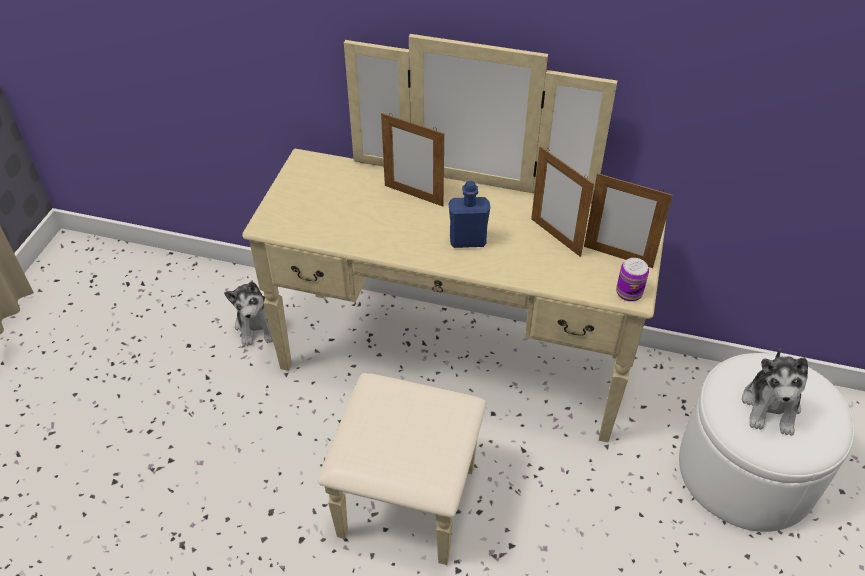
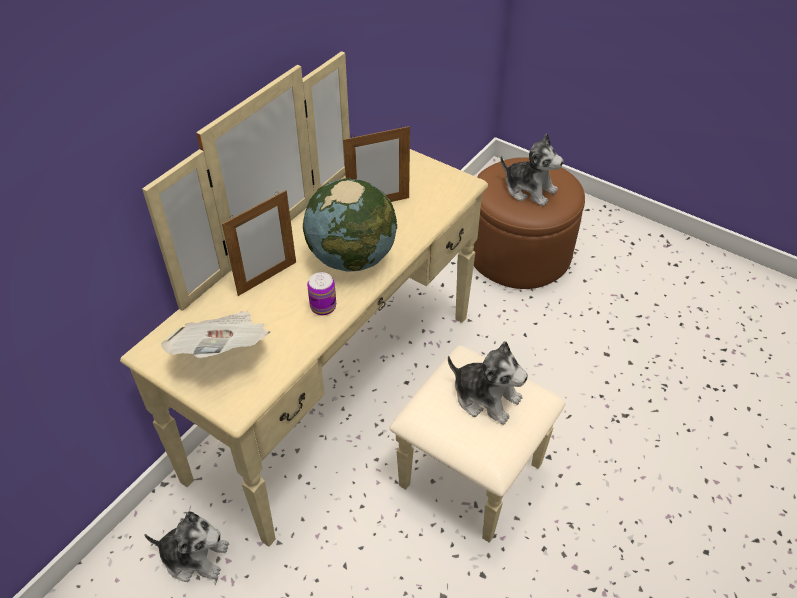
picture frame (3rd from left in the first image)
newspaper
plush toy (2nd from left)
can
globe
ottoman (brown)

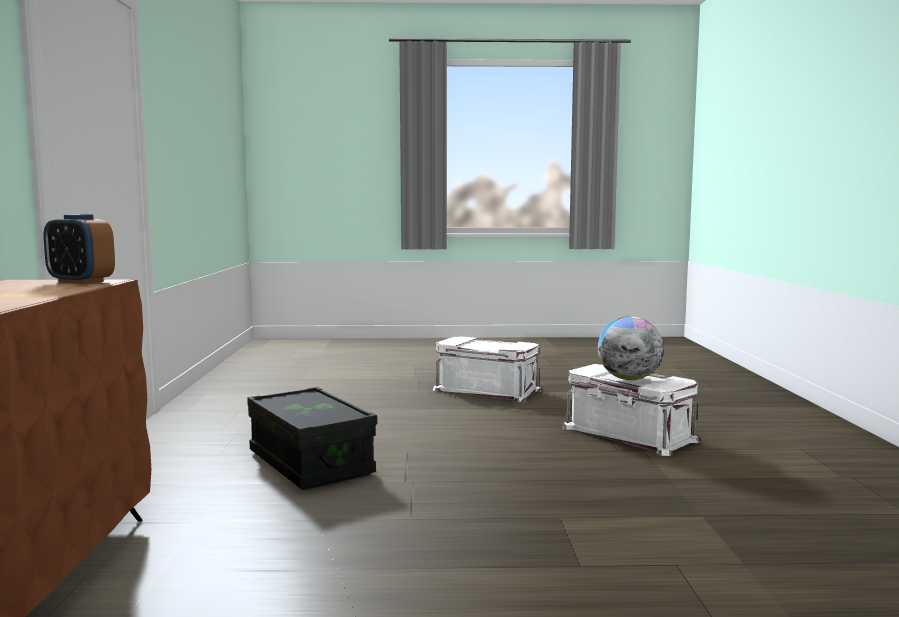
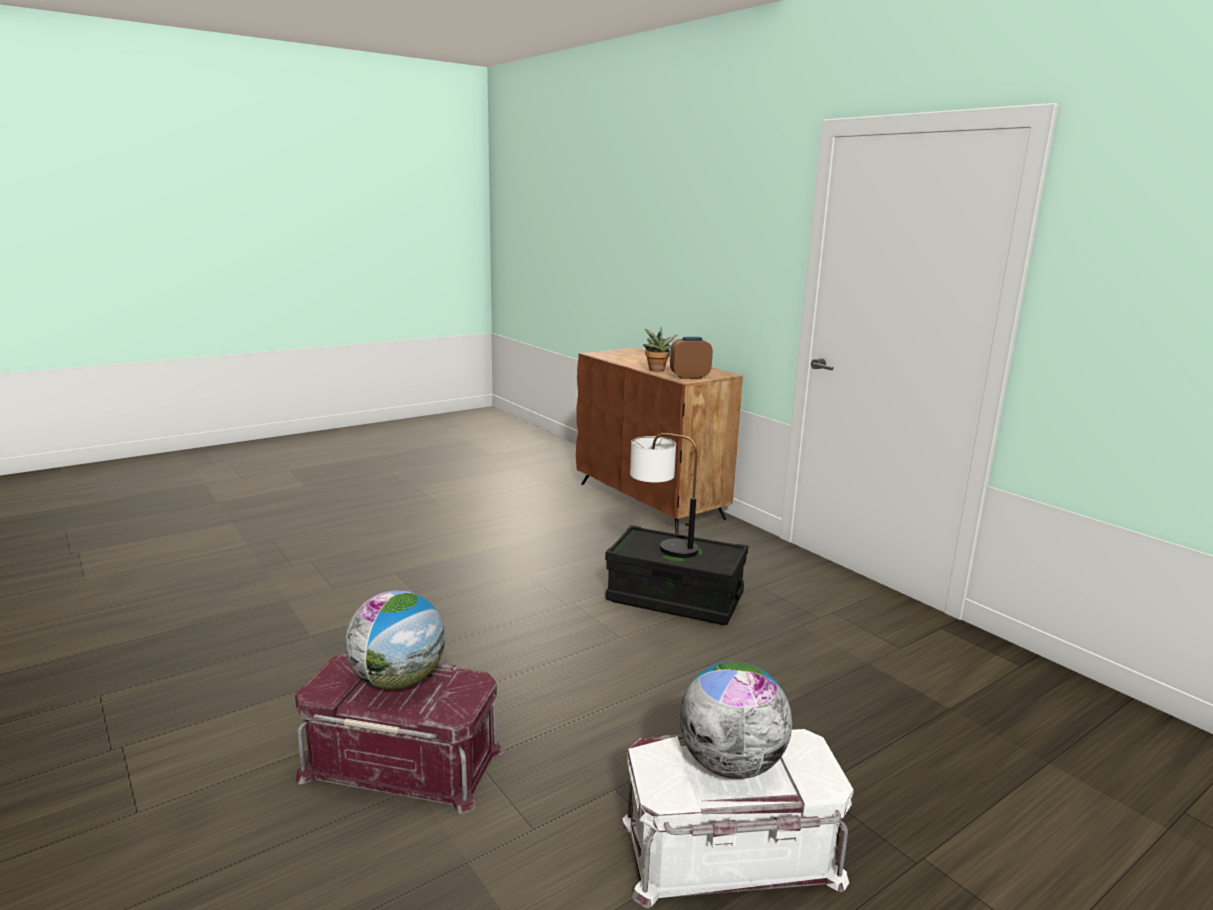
table lamp
potted plant
globe (2nd from left)
storage box (red)

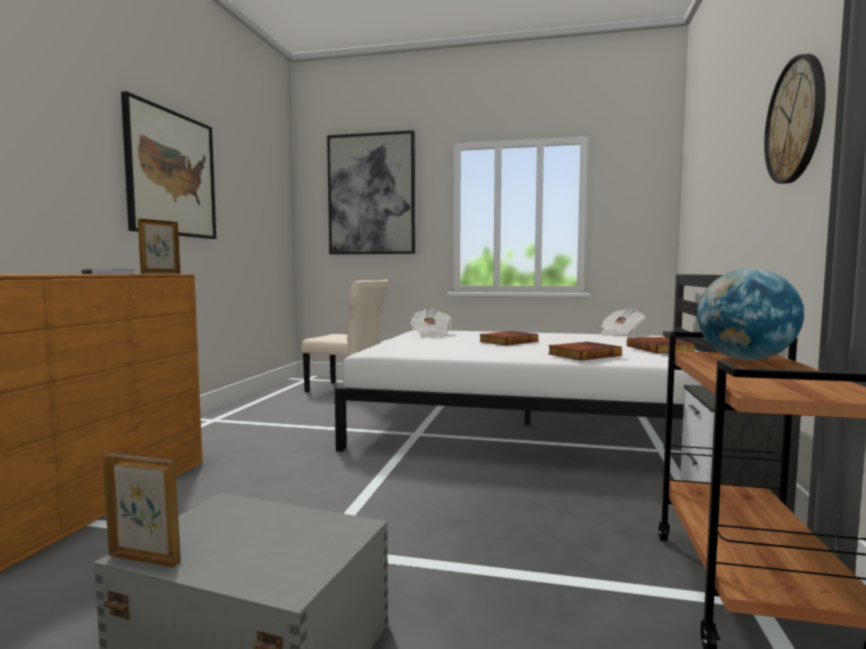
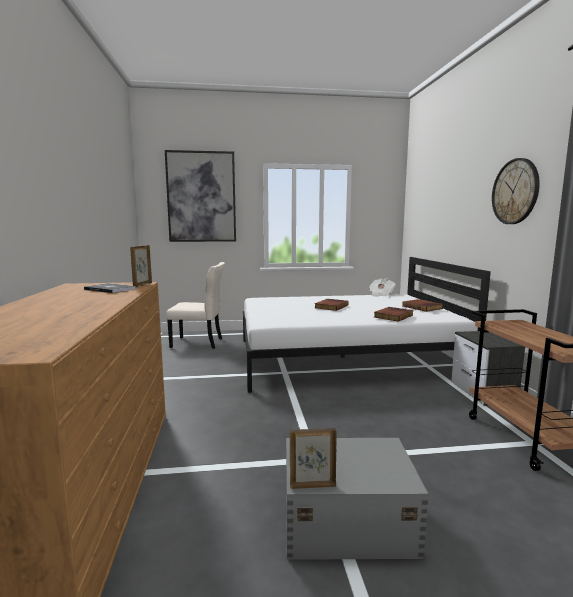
picture (1st from left in the first image)
newspaper (1st from left in the first image)
globe

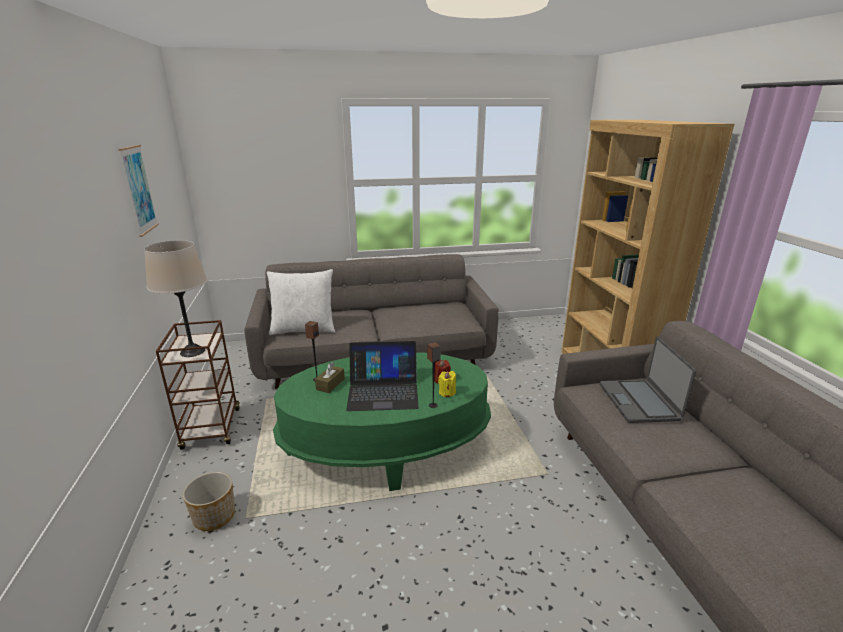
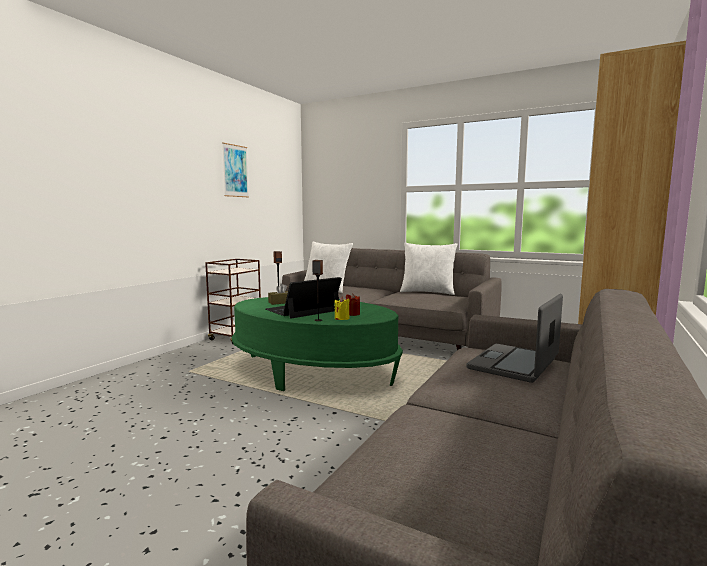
table lamp (beige)
planter
pillow (white) (2nd from left)
laptop (1st from left)

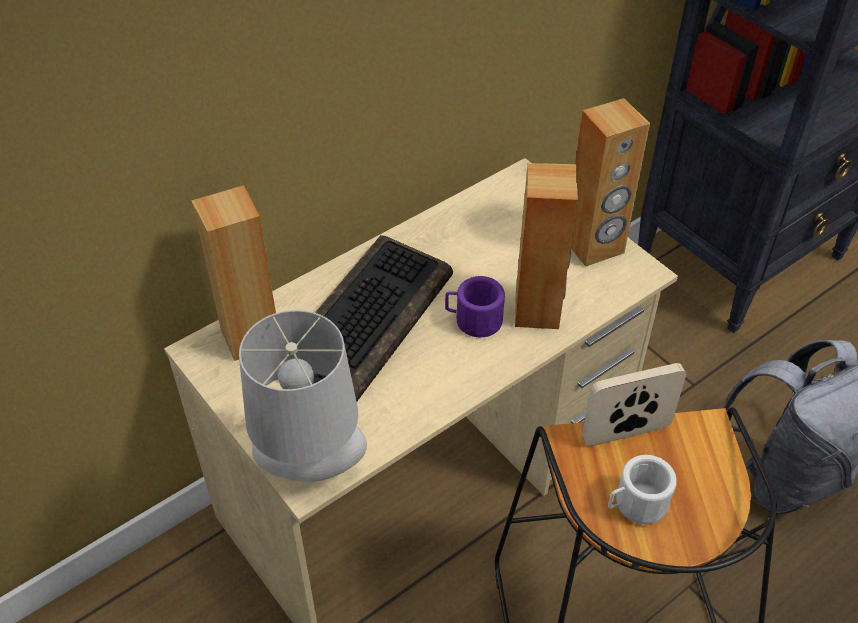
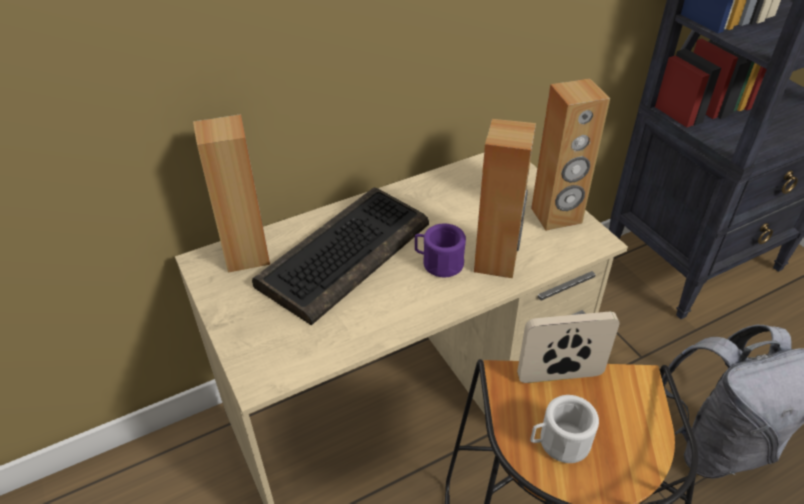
table lamp (grey)

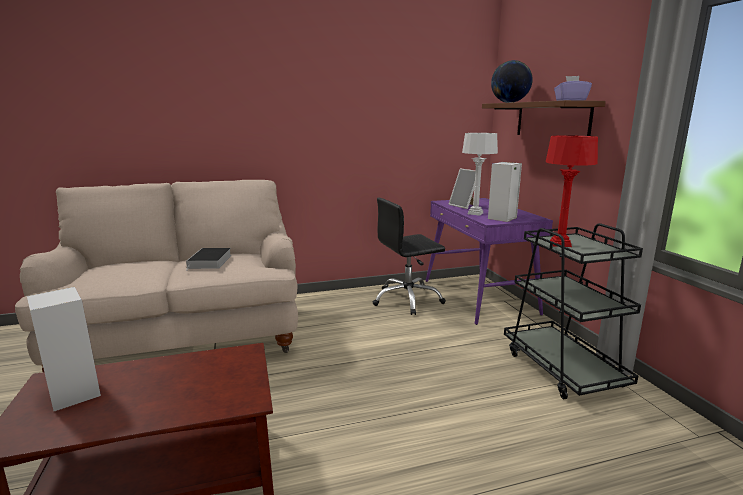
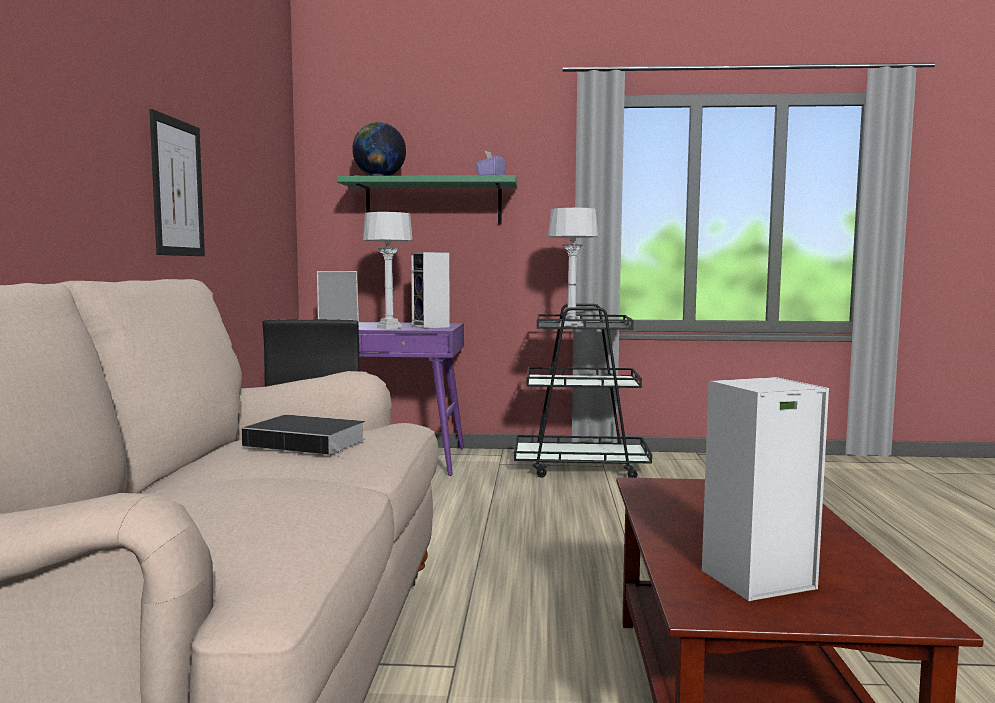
picture
shelf (green)
table lamp (grey) (2nd from left)

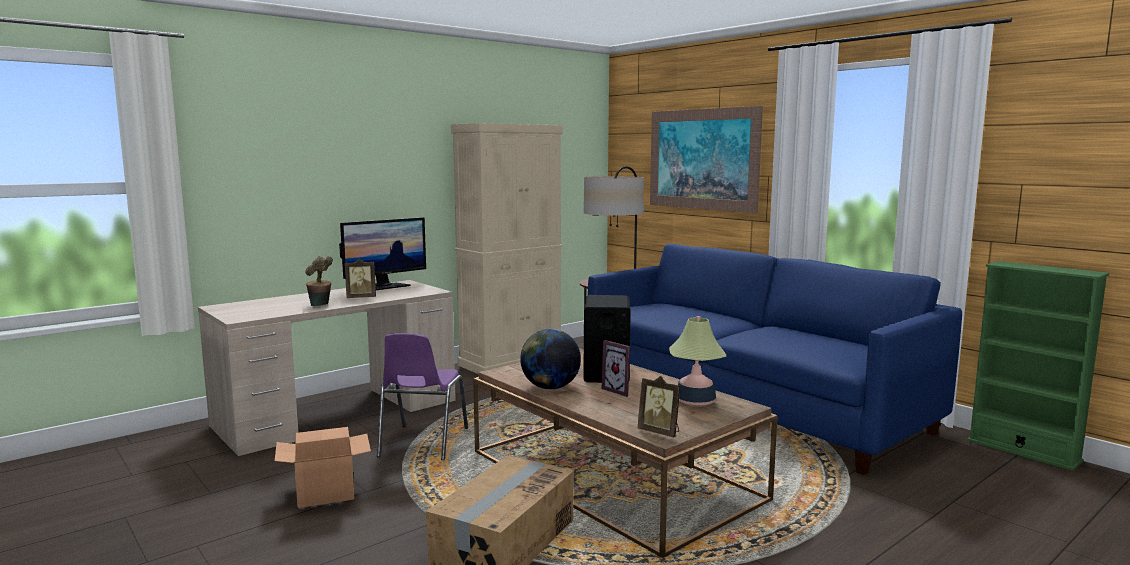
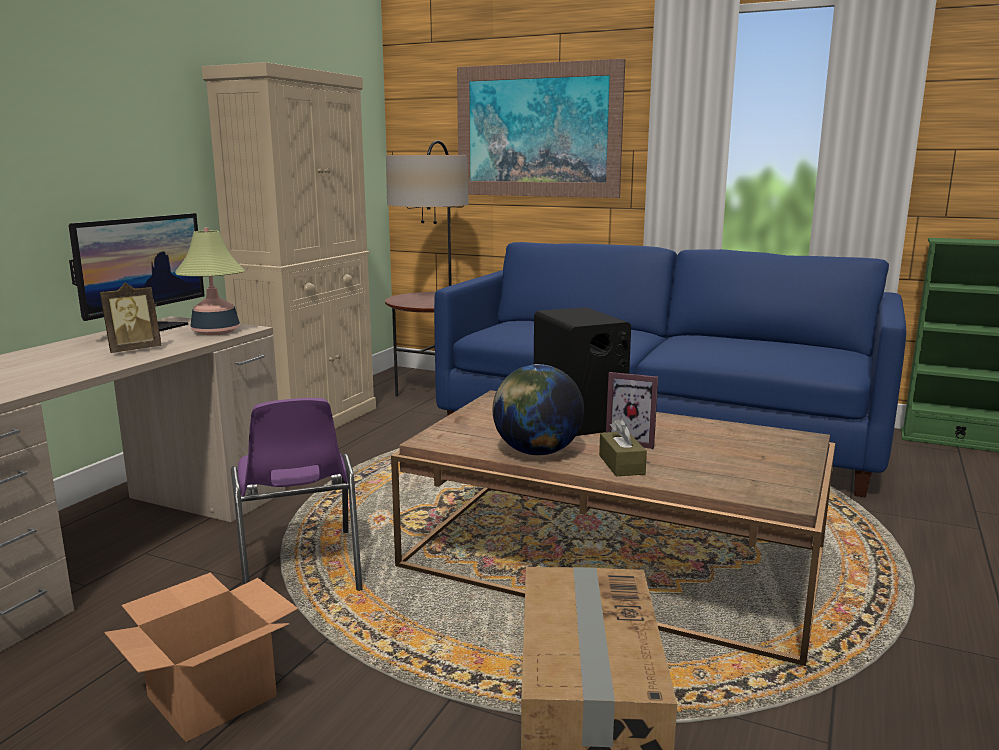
potted plant
picture frame (3rd from left in the first image)
tissue box (brown)
table lamp

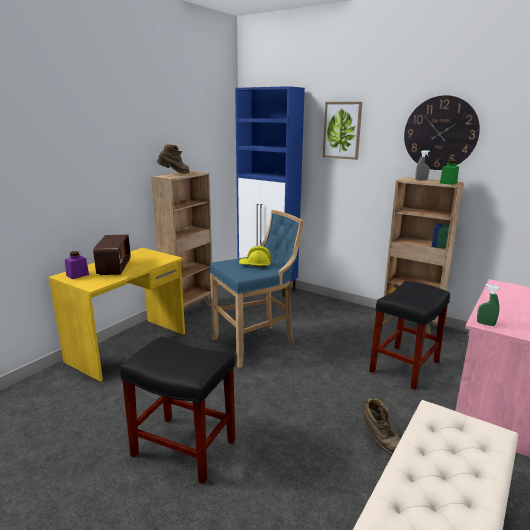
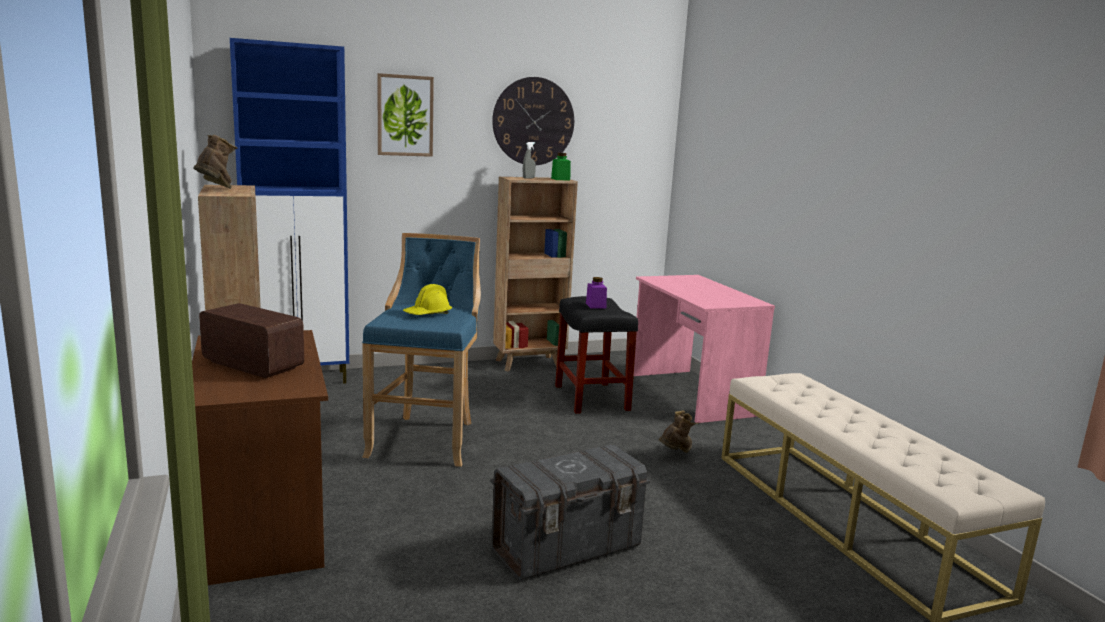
spray bottle (green)
jar (purple)
storage box (grey)
desk (brown)
boot (brown) (2nd from left)

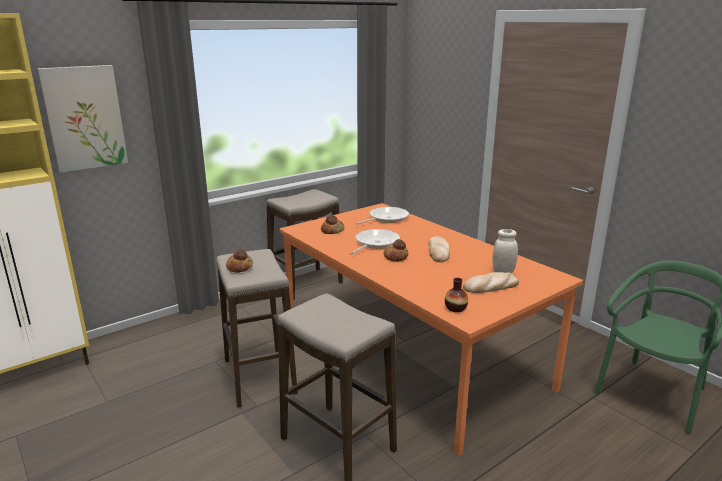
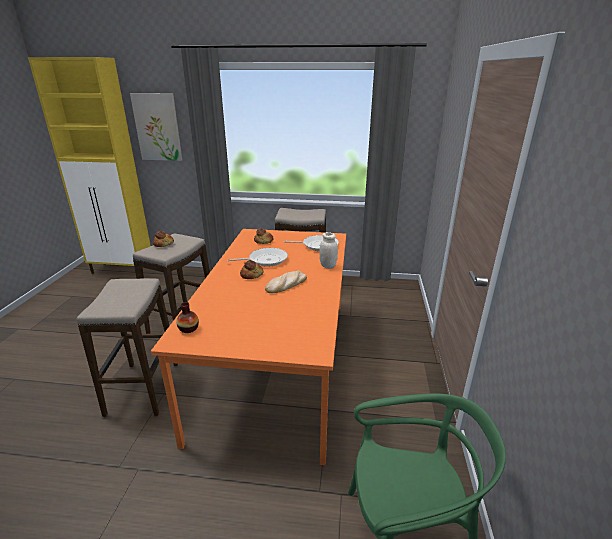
bread (5th from left in the first image)
jar (white)

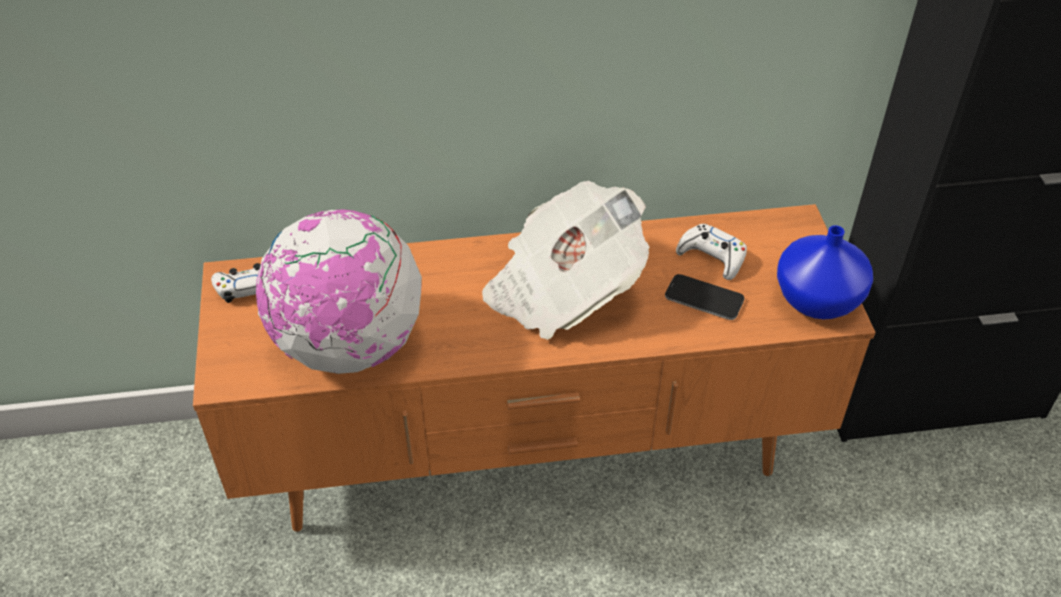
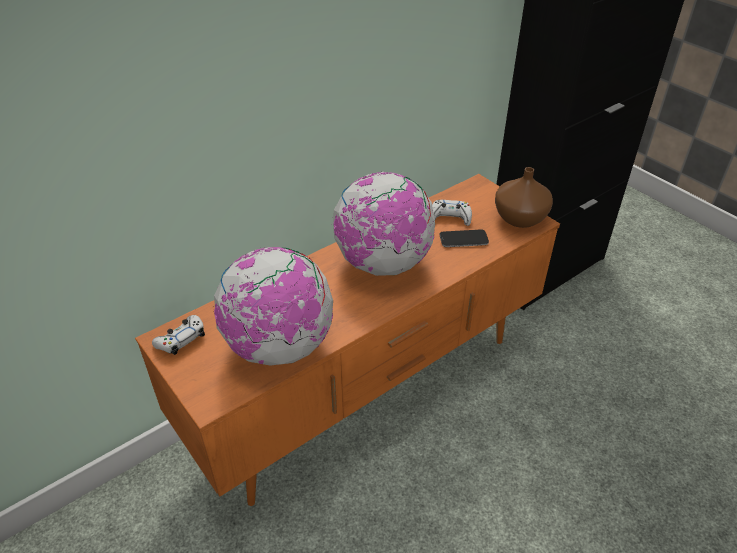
globe (2nd from left)
vase (brown)

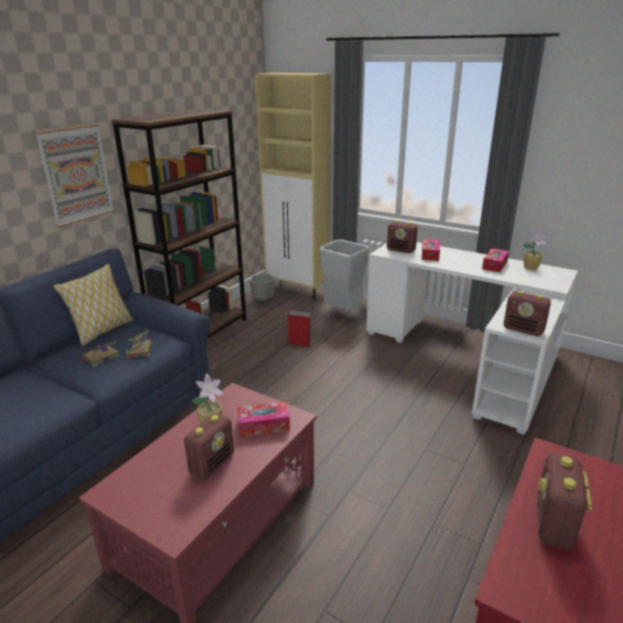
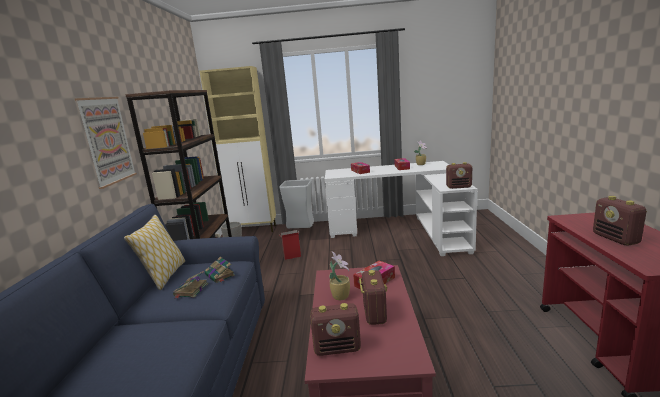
radio (1st from left)

